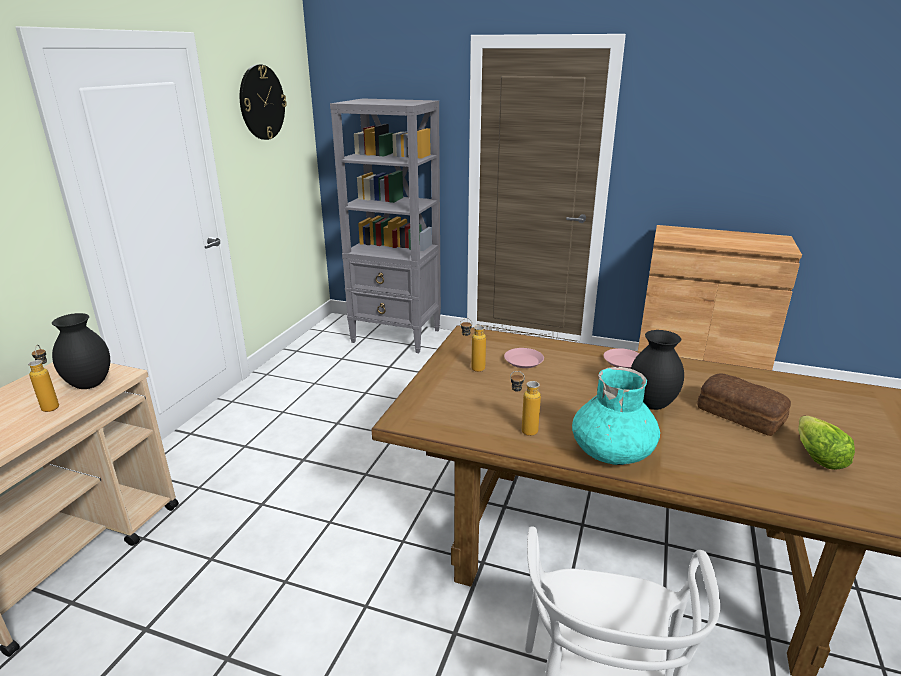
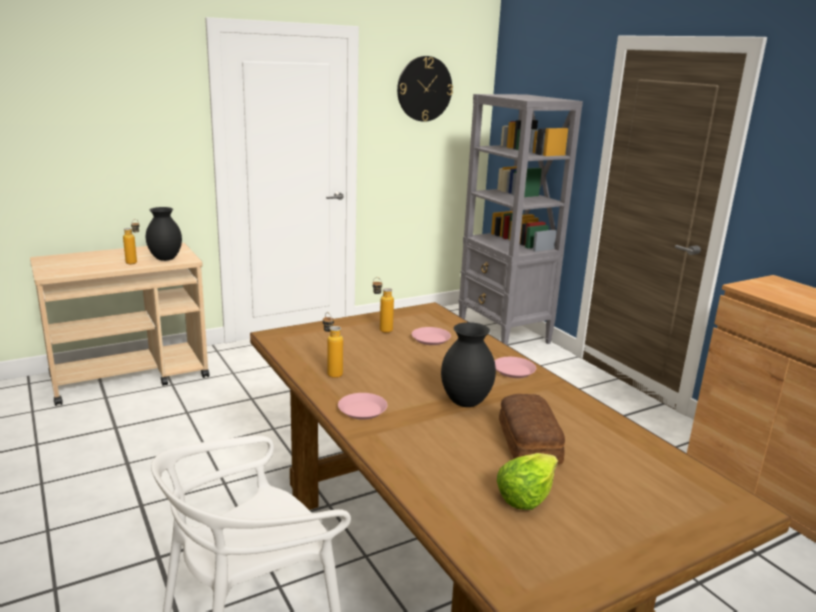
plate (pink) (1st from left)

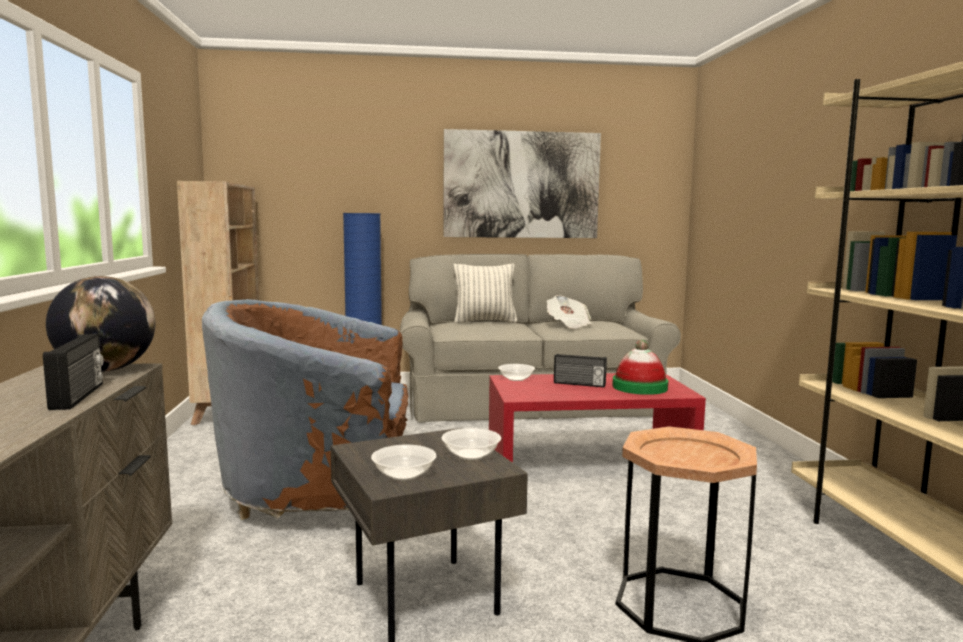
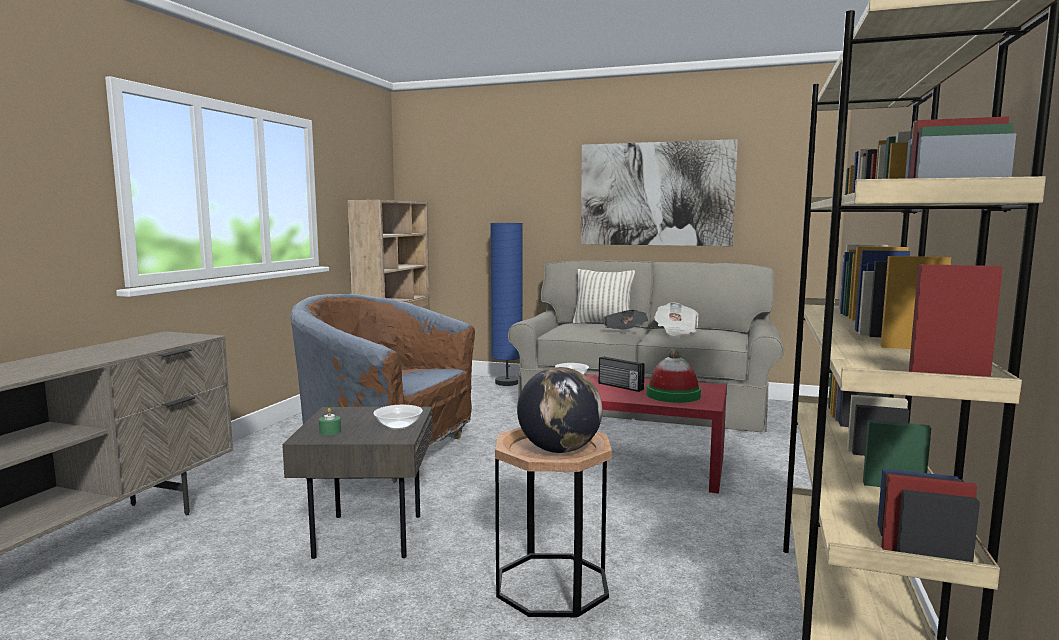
radio (1st from left in the first image)
newspaper (1st from left)
globe
candle (green)

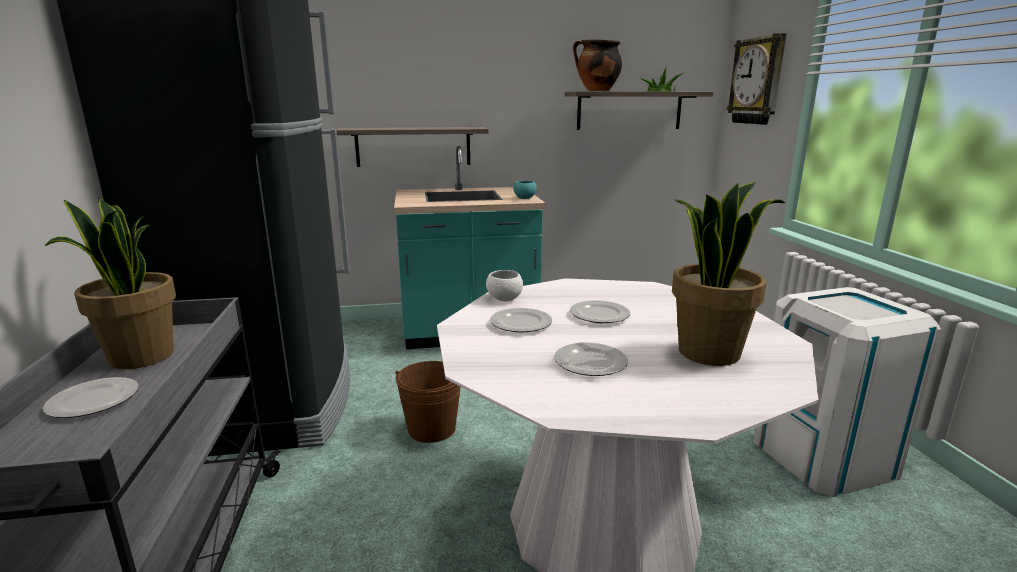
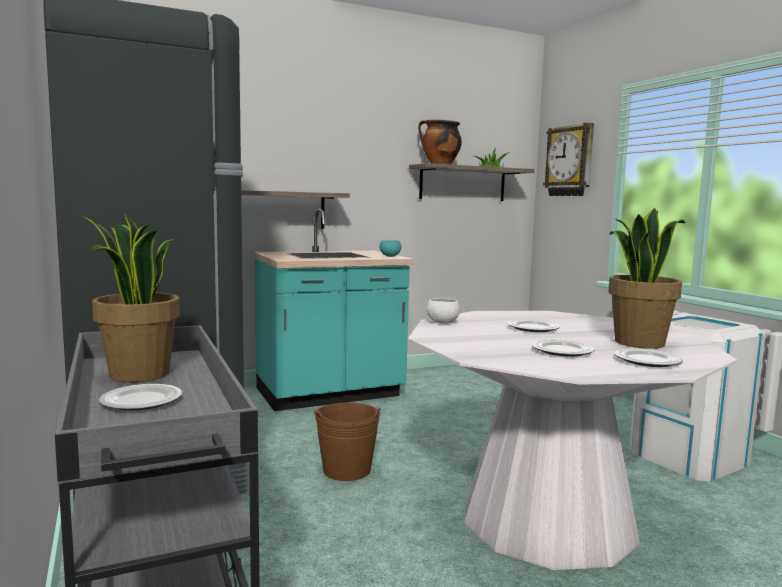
plate (4th from left)

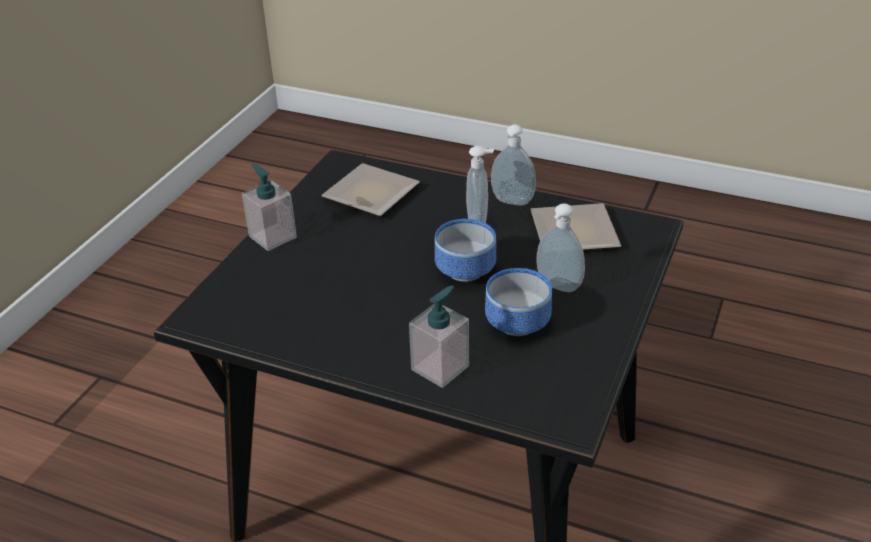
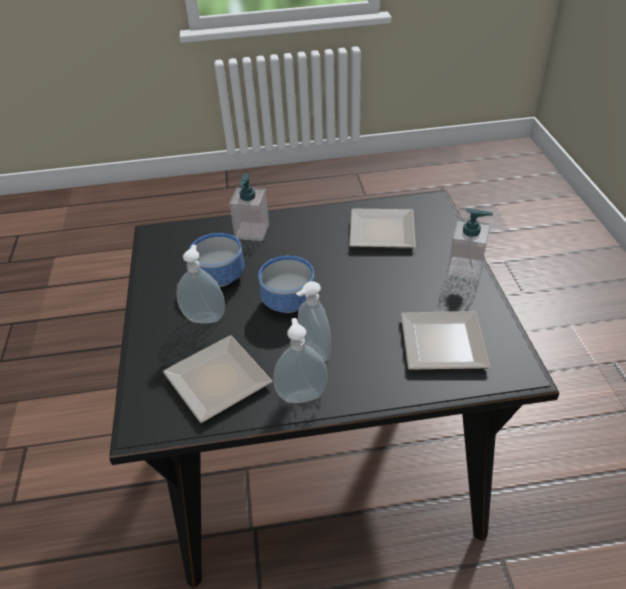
plate (2nd from left)

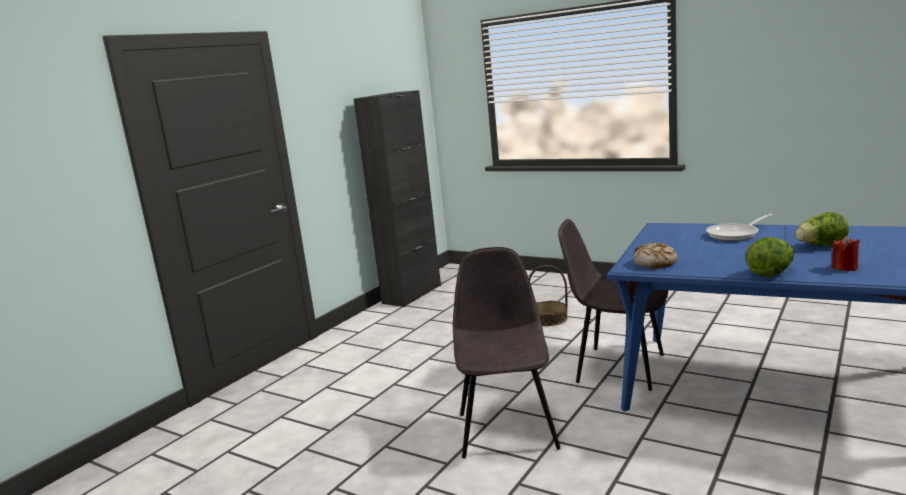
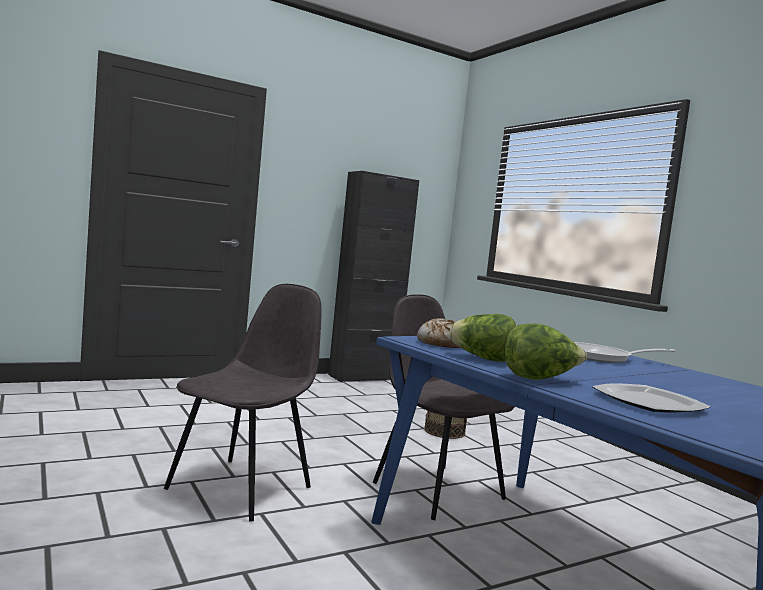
lettuce (1st from left)
plate

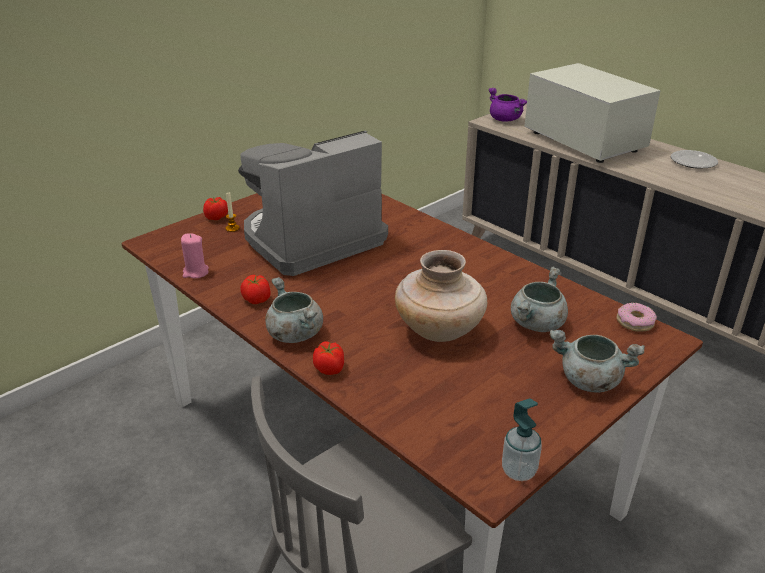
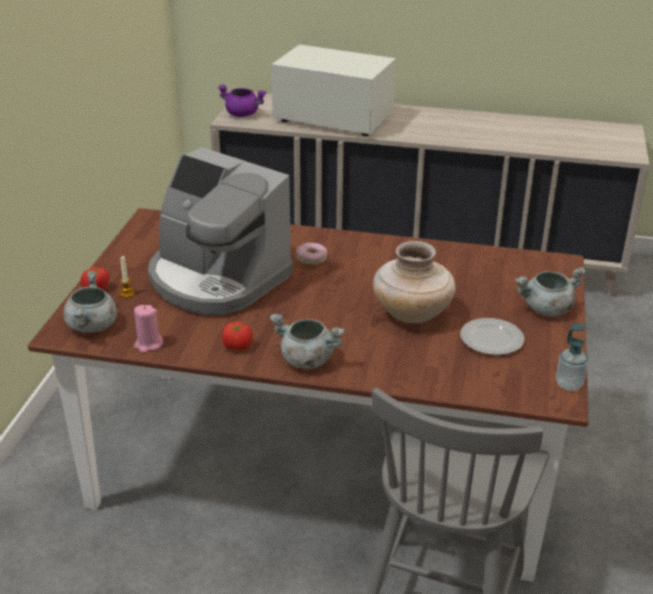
tomato (3rd from left in the first image)
cooking pot (grey) (1st from left)
donut
plate
coffee machine

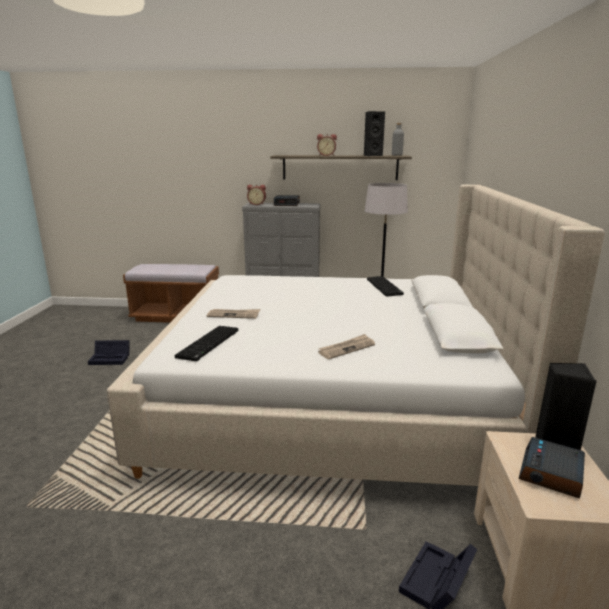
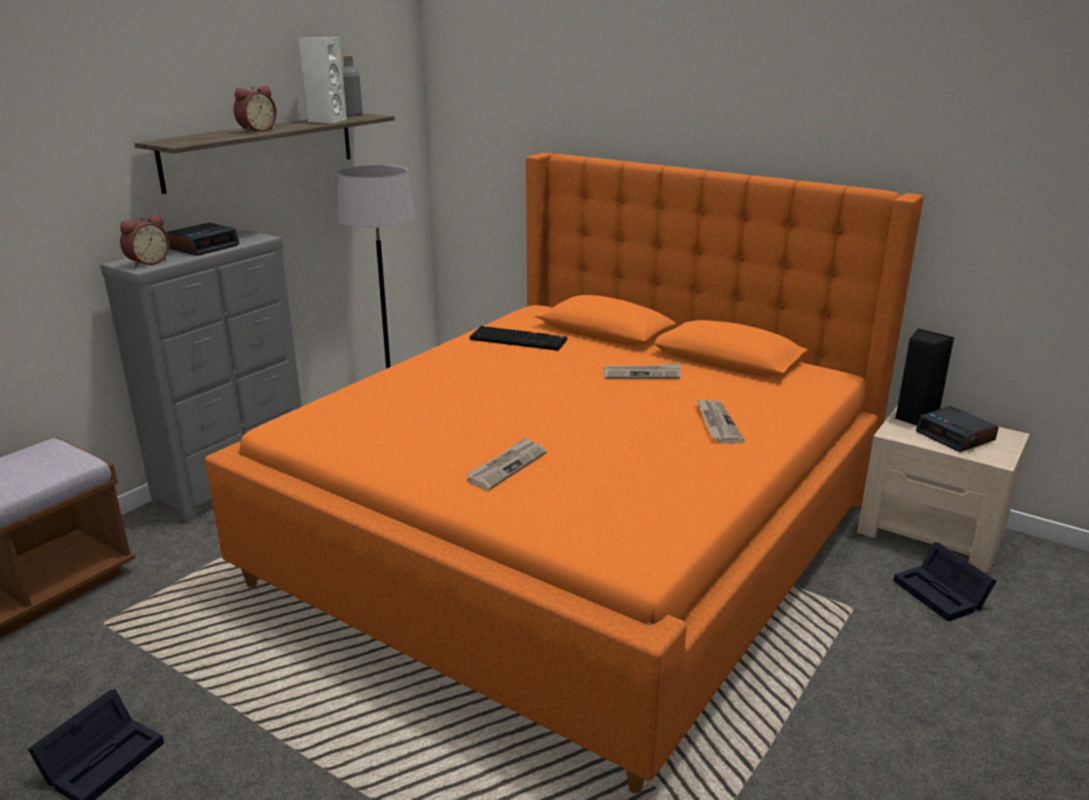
keyboard (1st from left in the first image)
newspaper (2nd from left)
bed (orange)
speaker (white)

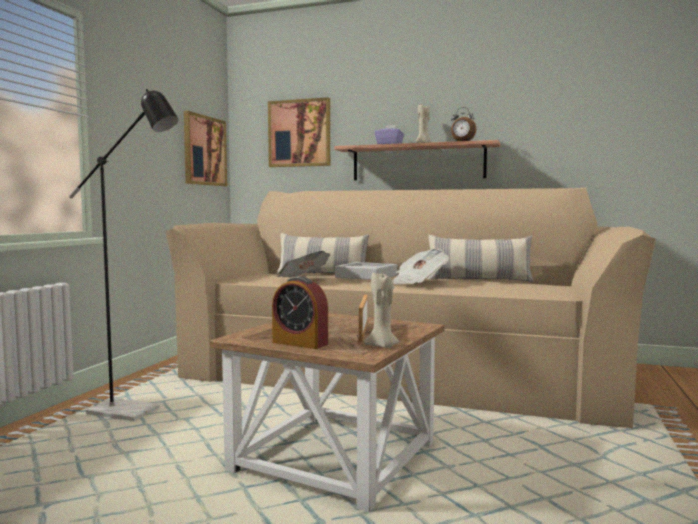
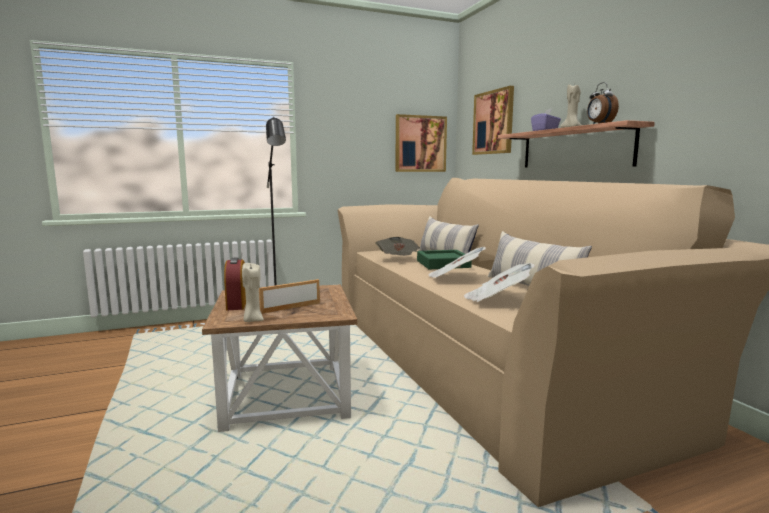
newspaper (3rd from left)
tray (green)

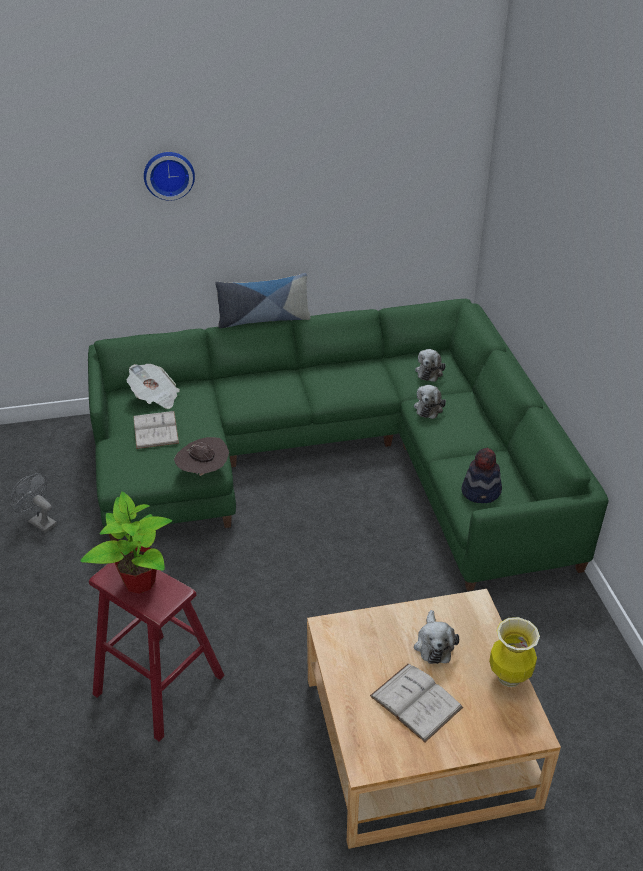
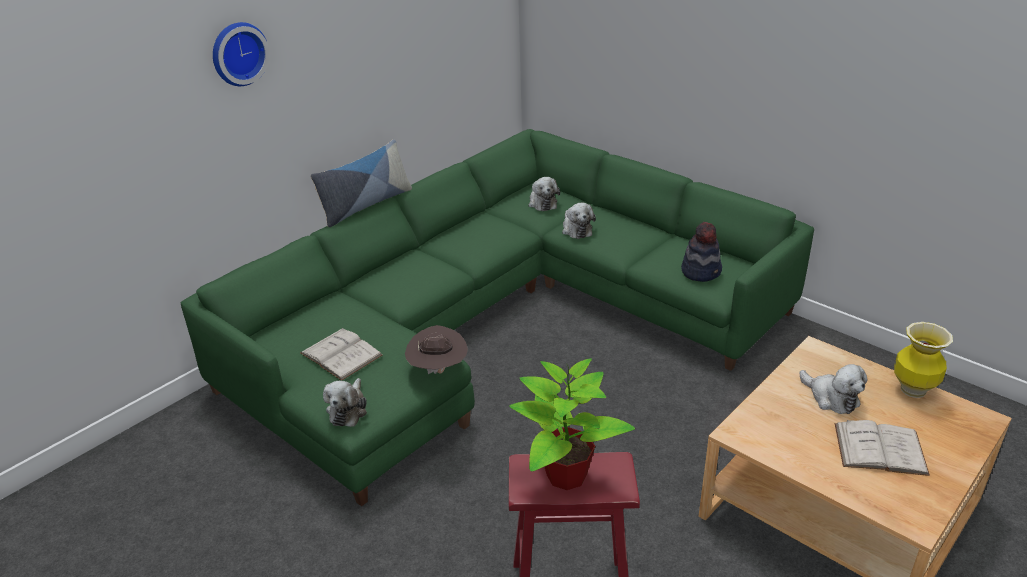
fan (grey)
newspaper
plush toy (1st from left)

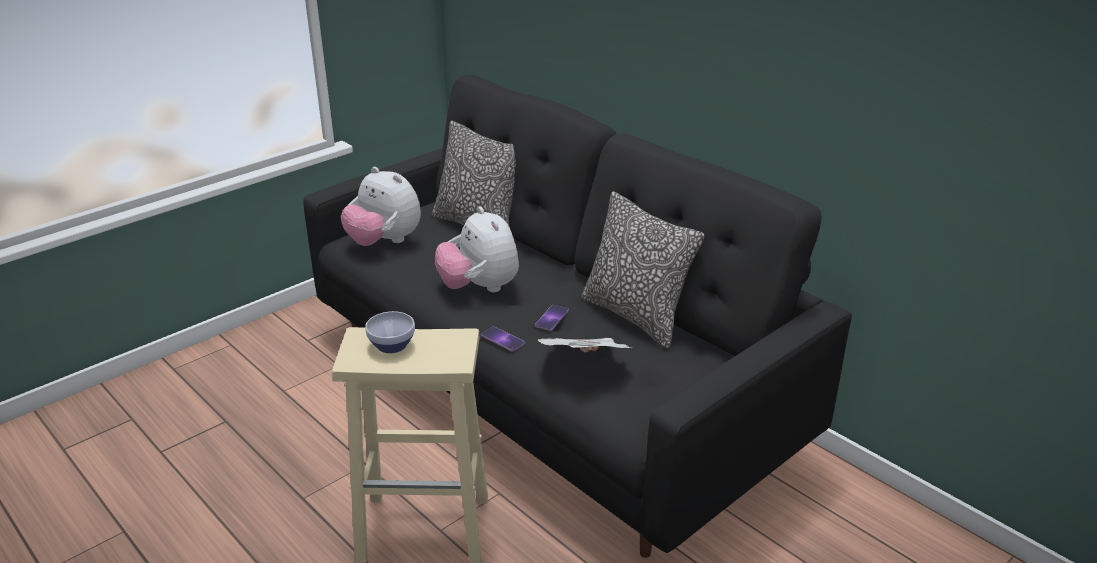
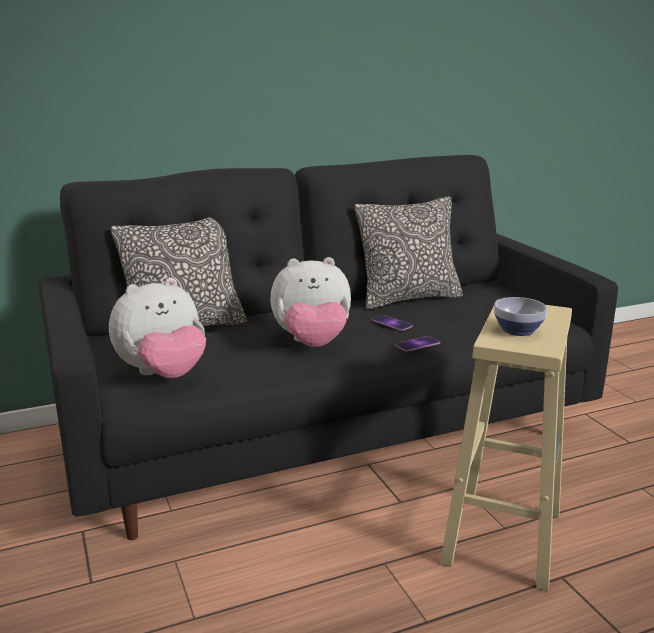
newspaper

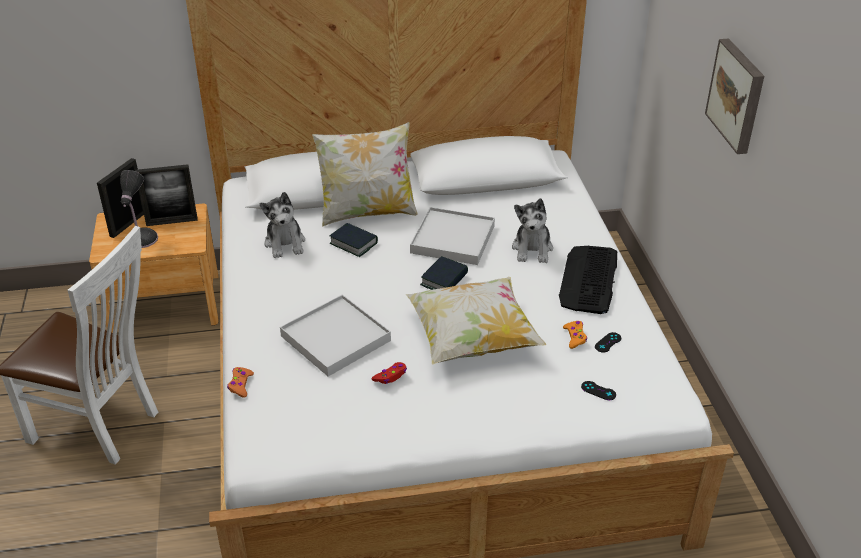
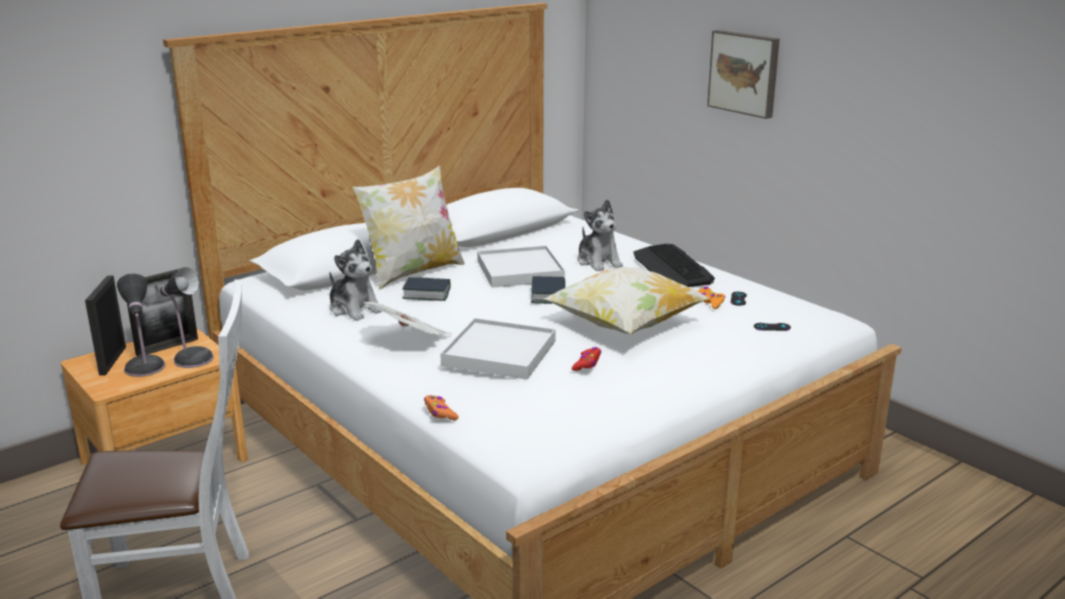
table lamp (2nd from left)
newspaper

